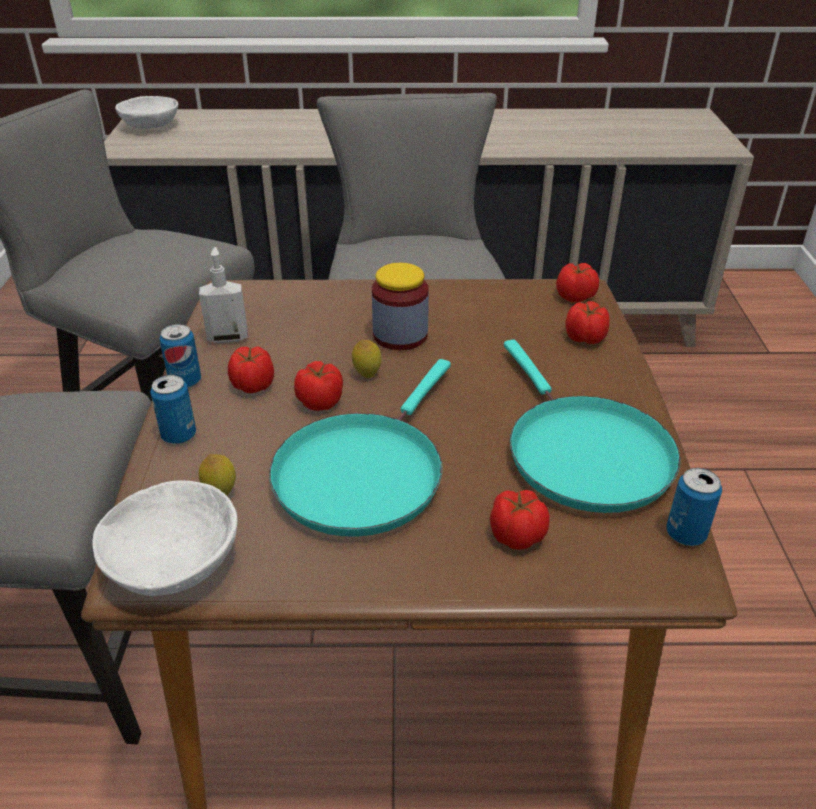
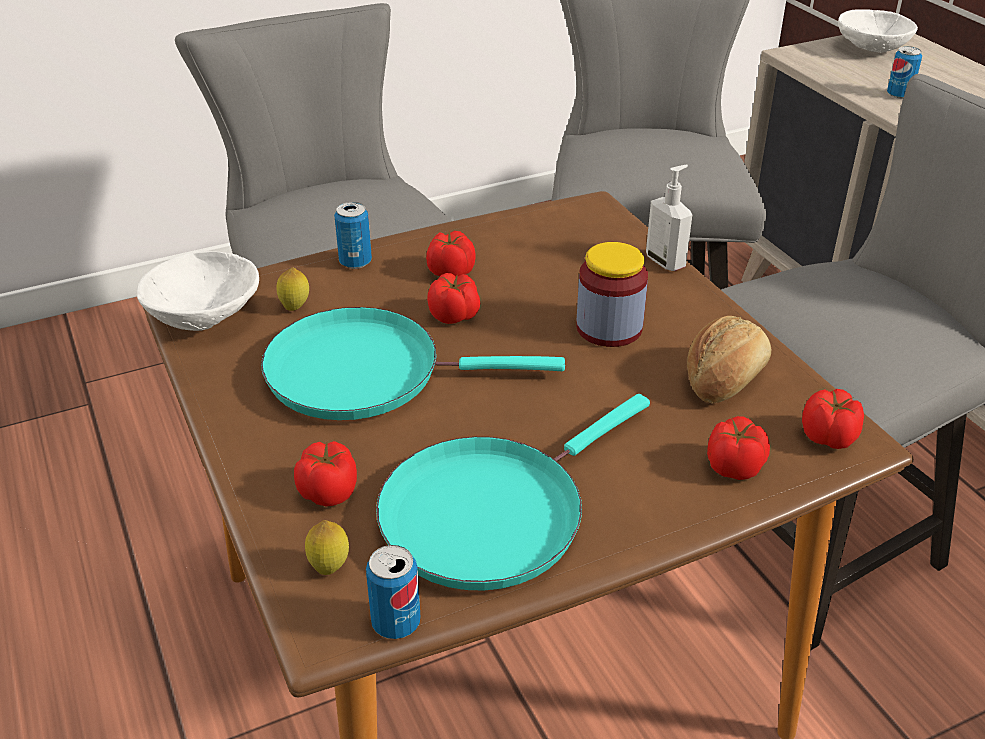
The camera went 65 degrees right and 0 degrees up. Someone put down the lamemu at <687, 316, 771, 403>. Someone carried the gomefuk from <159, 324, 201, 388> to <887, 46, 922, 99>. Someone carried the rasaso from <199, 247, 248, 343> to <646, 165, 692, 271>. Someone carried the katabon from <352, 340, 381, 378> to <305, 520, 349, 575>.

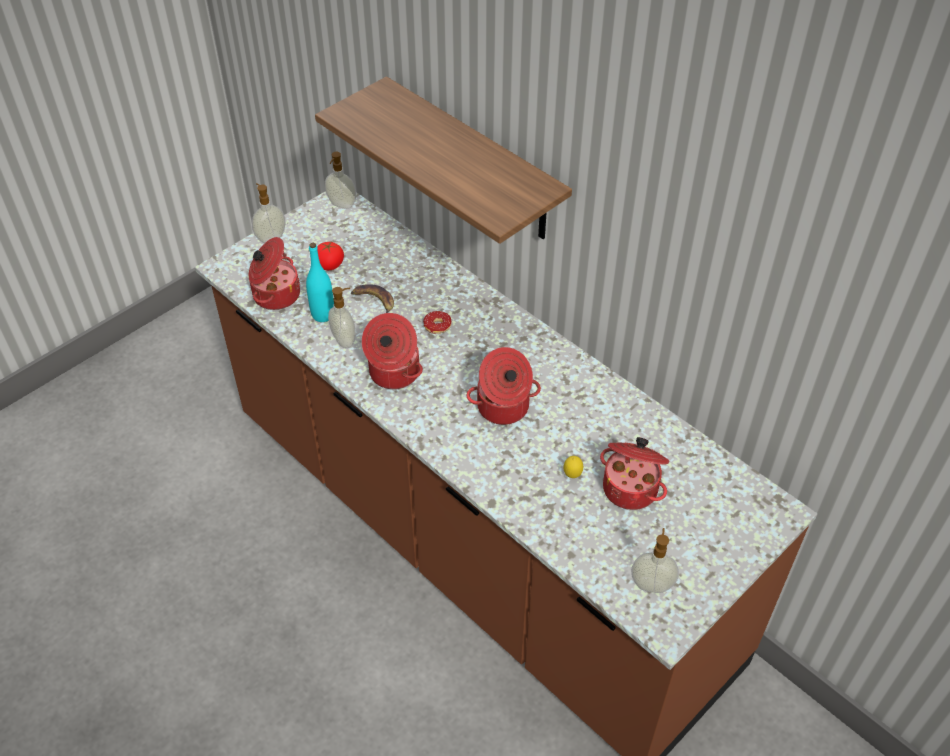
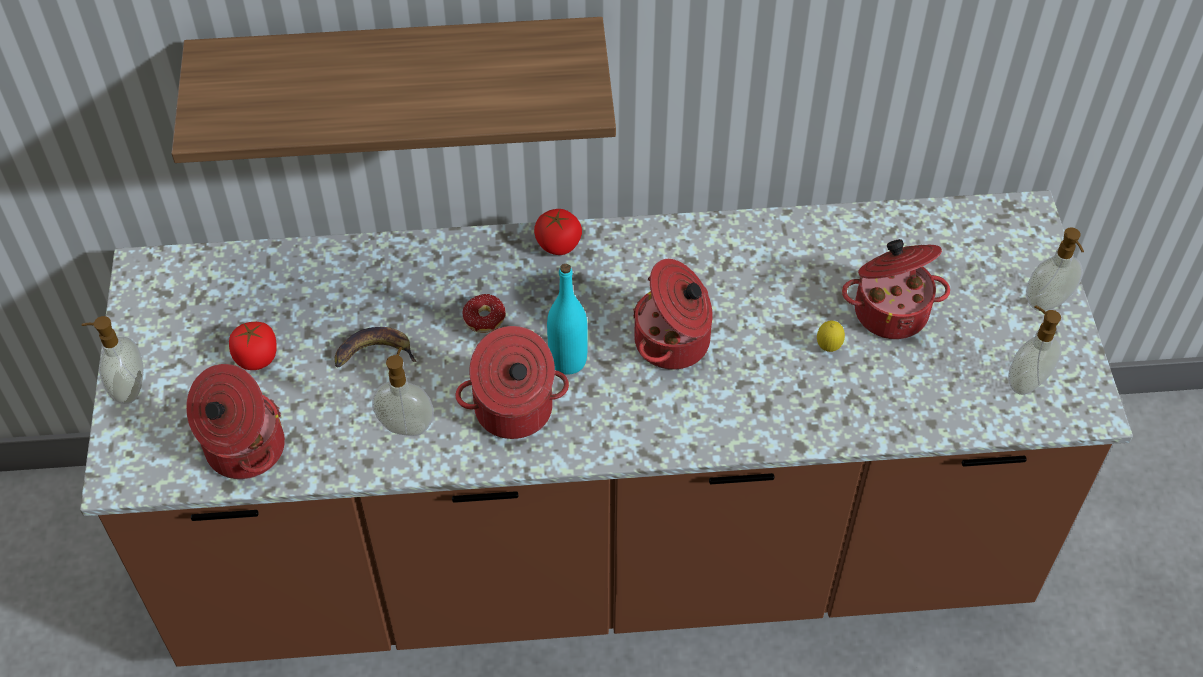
The camera went 50 degrees left and 5 degrees up. Someone put down the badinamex at <534, 209, 582, 255>. Someone carried the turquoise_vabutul from <306, 242, 334, 322> to <547, 264, 588, 375>. Someone carried the rasaso from <325, 152, 356, 209> to <1026, 227, 1084, 311>.

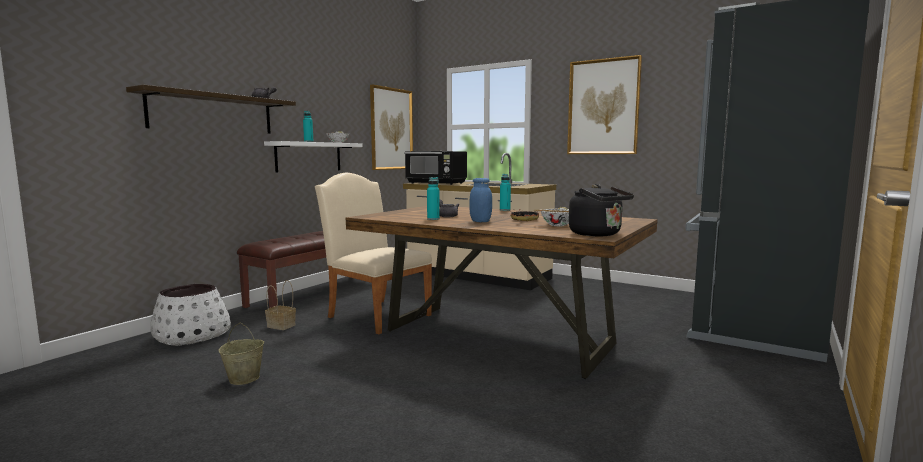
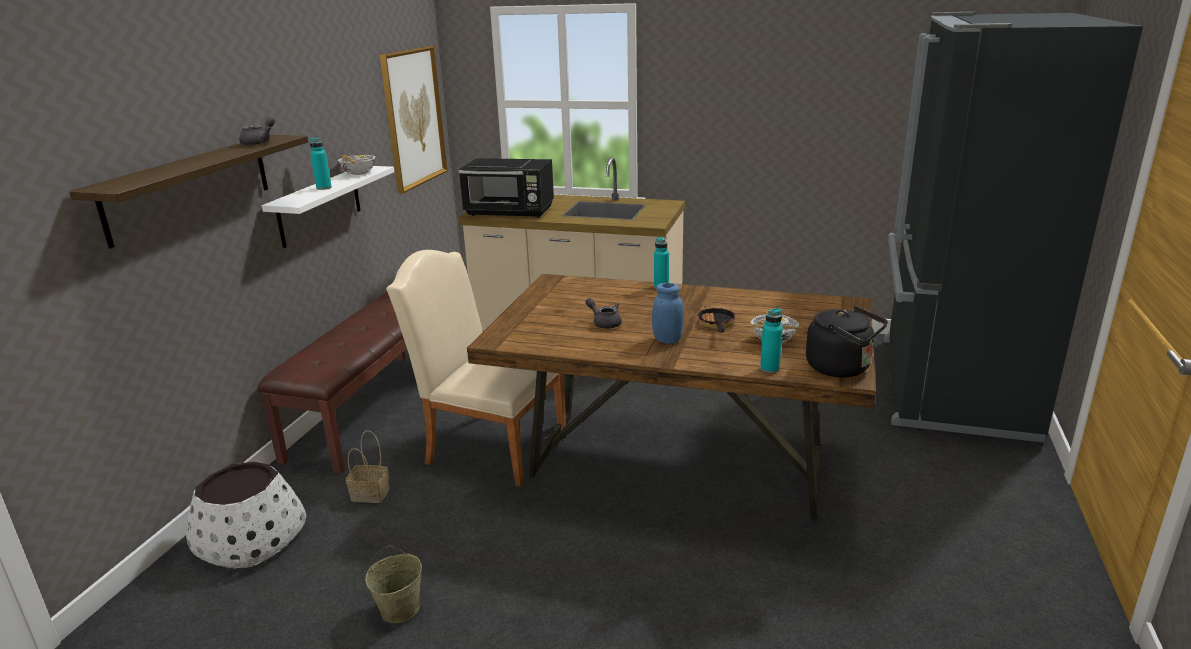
The camera went 15 degrees left and 15 degrees up. Someone took away the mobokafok at <567, 55, 642, 154>. Someone carried the turquoise_vabutul from <427, 177, 440, 220> to <760, 308, 783, 373>.

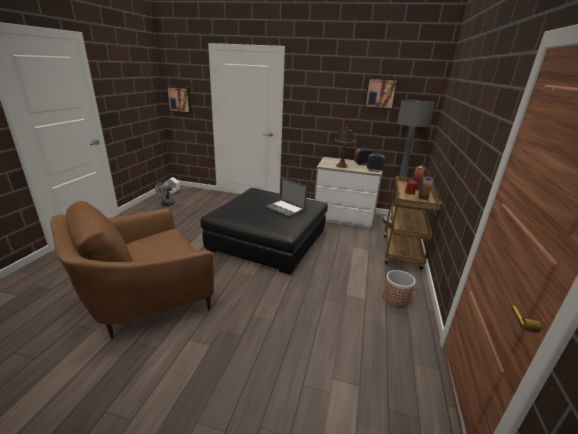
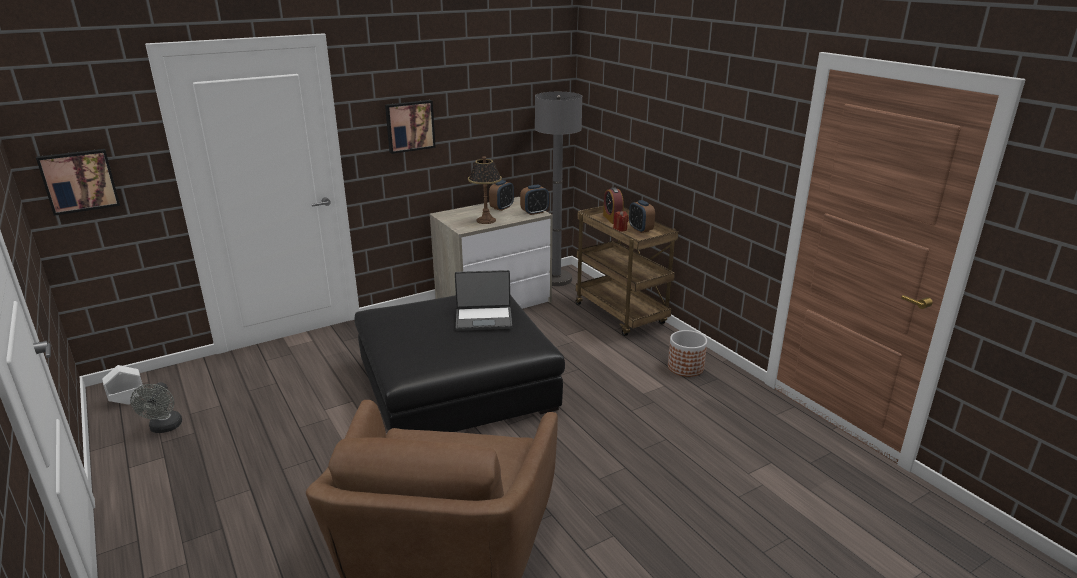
The camera went 45 degrees left and 0 degrees up. Someone carried the mobokafok from <365, 78, 398, 109> to <385, 100, 436, 154>.

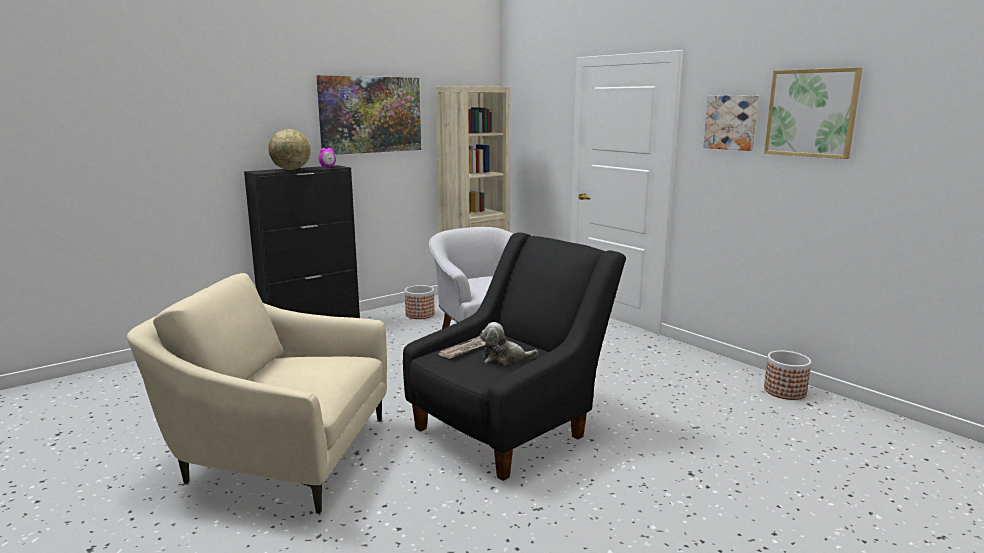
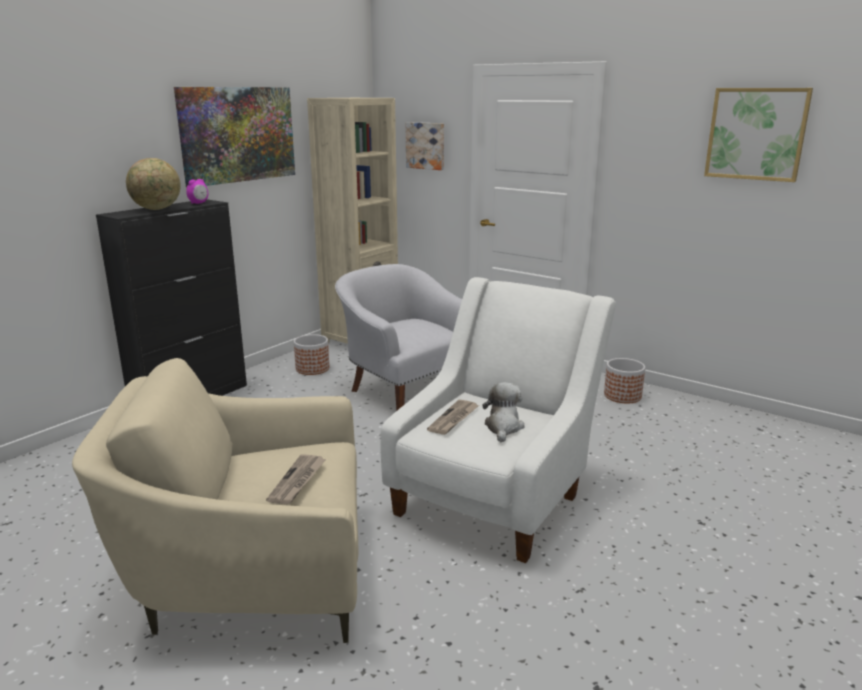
The camera went 15 degrees left and 5 degrees up. Someone put down the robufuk at <266, 455, 326, 504>. Someone carried the mobokafok from <703, 95, 759, 151> to <406, 122, 444, 170>. Someone carried the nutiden from <764, 351, 811, 400> to <604, 358, 645, 404>. Someone repainted the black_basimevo at <403, 232, 626, 481>, which became the white_basimevo at <380, 277, 616, 563>. Someone rotated the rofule at <480, 322, 538, 366> by 120 degrees clockwise.

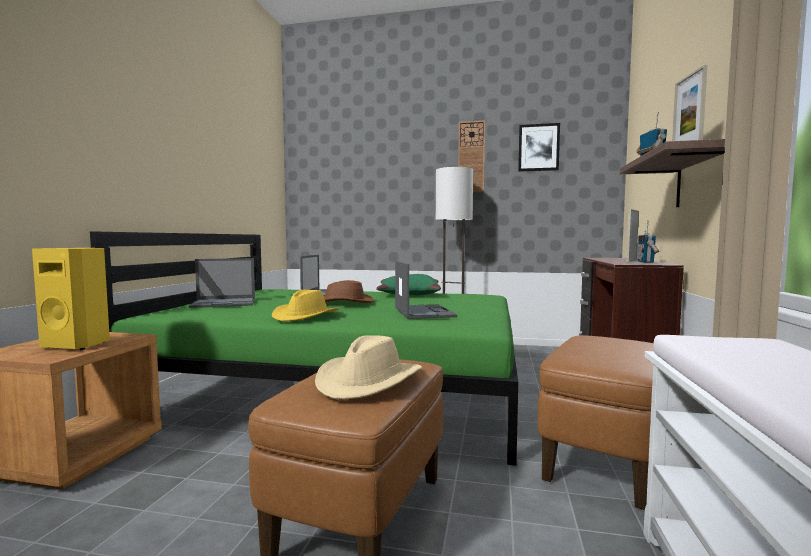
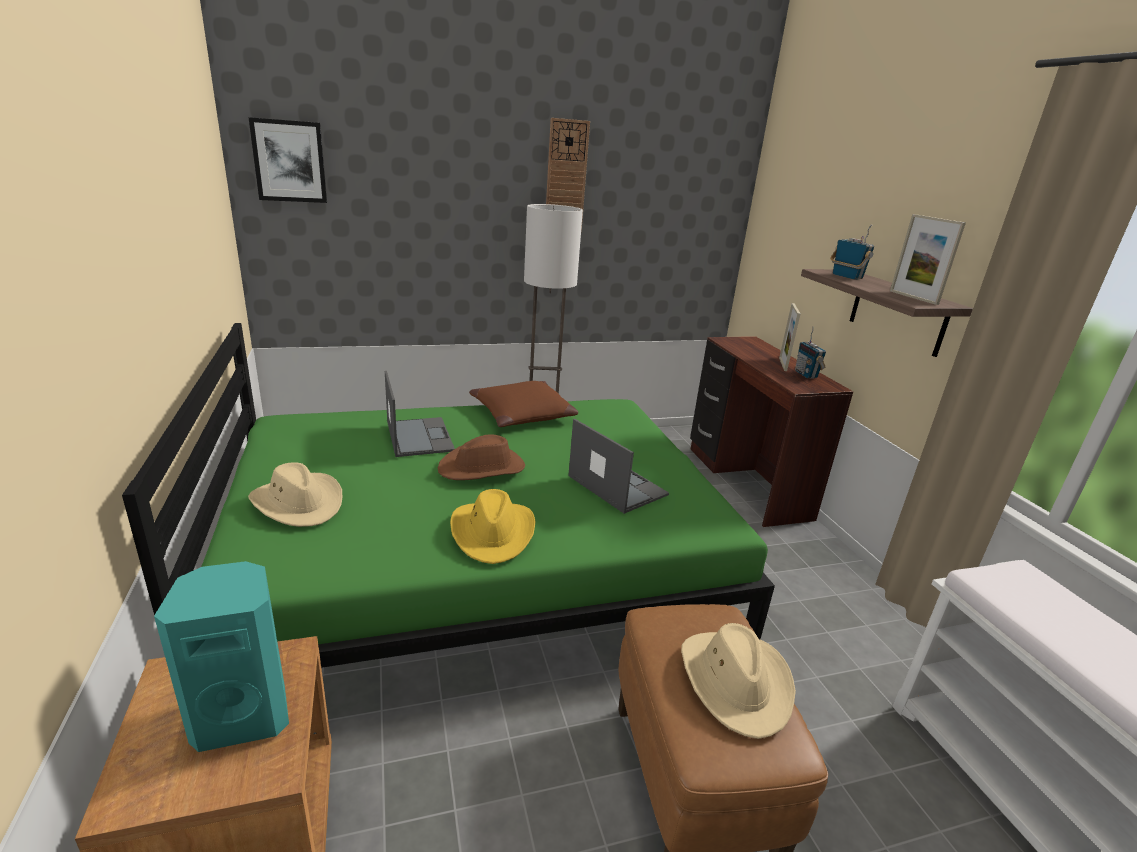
The camera went 30 degrees left and 20 degrees up. Someone took away the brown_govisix at <538, 335, 654, 510>. Someone carried the mobokafok from <518, 123, 560, 172> to <248, 117, 327, 203>. Someone swapped the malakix at <189, 258, 255, 308> for the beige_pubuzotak at <248, 462, 342, 527>. Someone repainted the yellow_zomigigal at <32, 248, 110, 350>, which became the turquoise_zomigigal at <154, 561, 289, 752>. Someone repainted the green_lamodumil at <376, 274, 441, 295>, which became the brown_lamodumil at <469, 381, 578, 427>.

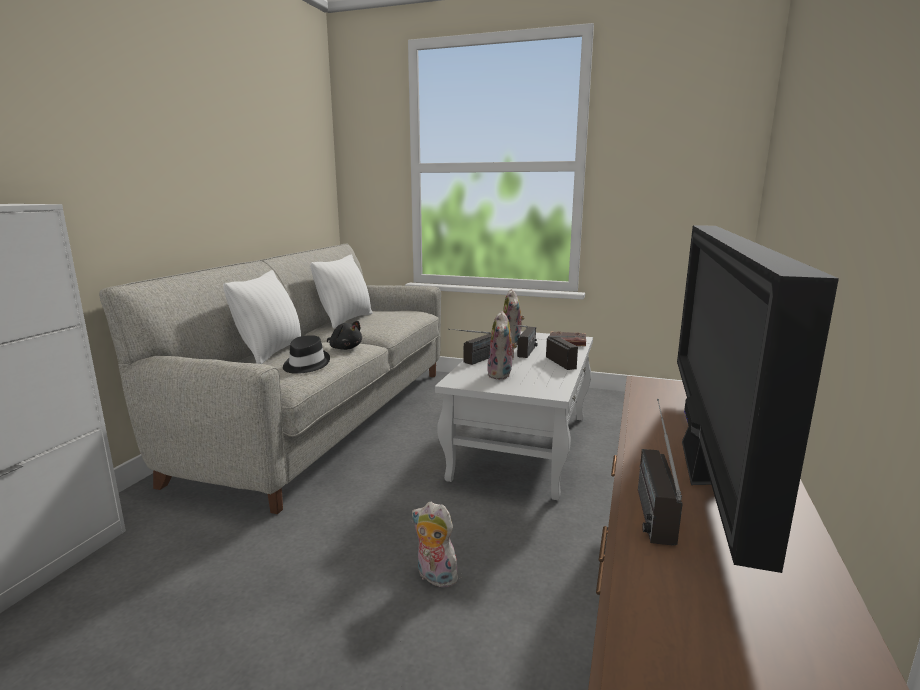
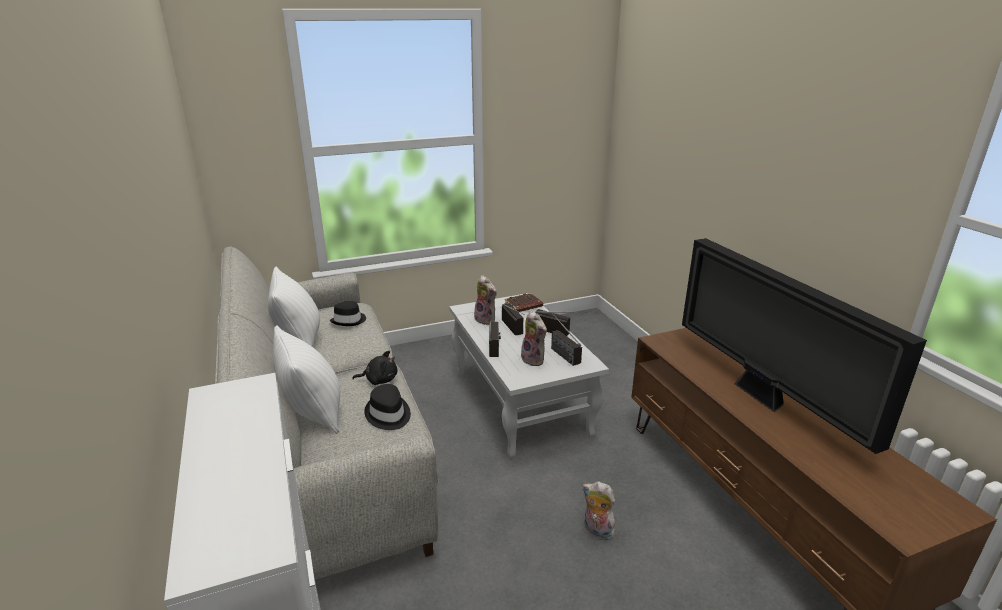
The camera went 40 degrees left and 10 degrees up. Someone put down the black_pubuzotak at <330, 301, 366, 326>. Someone carried the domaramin from <638, 399, 683, 545> to <550, 311, 582, 366>. Someone rotated the rofule at <412, 502, 458, 587> by 45 degrees clockwise.

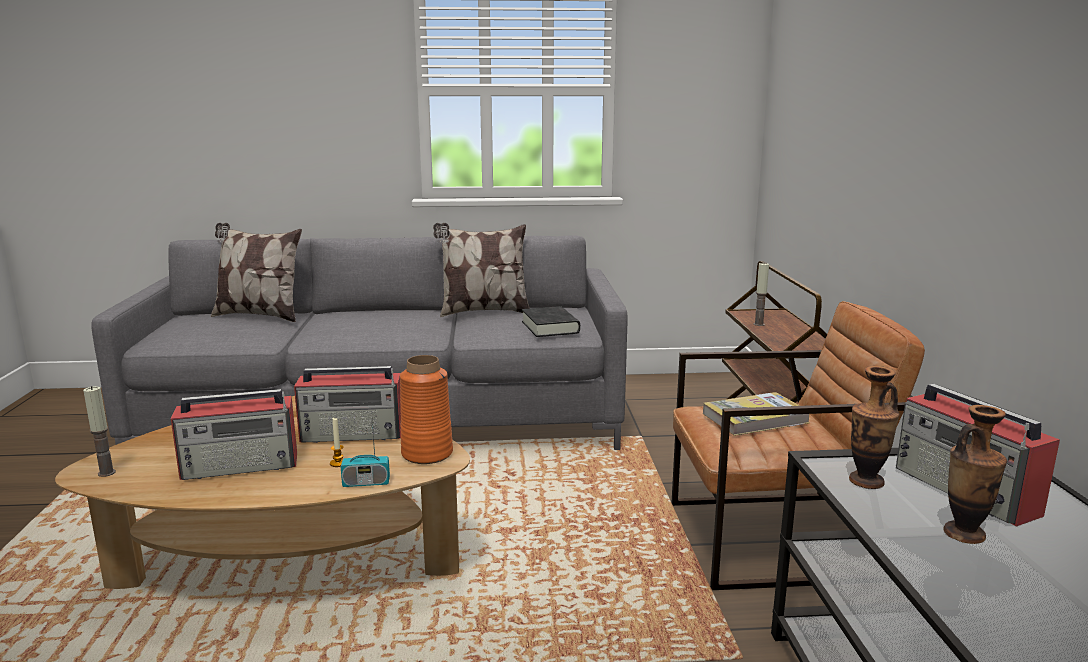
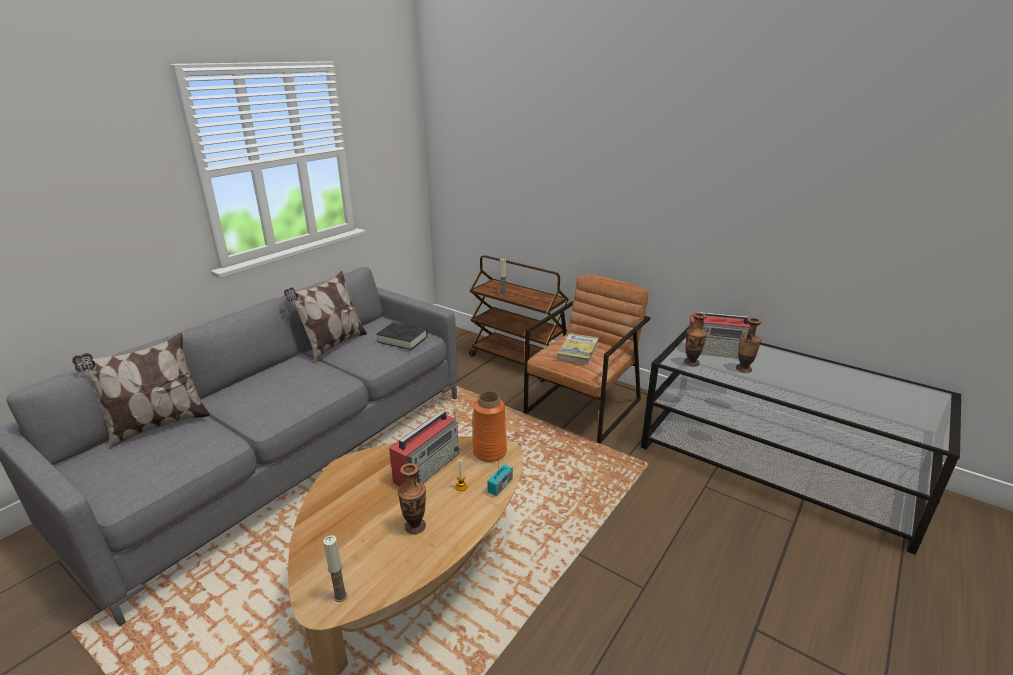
The camera went 50 degrees left and 10 degrees up. Someone swapped the domaramin at <171, 389, 297, 480> for the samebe at <398, 463, 426, 534>.

